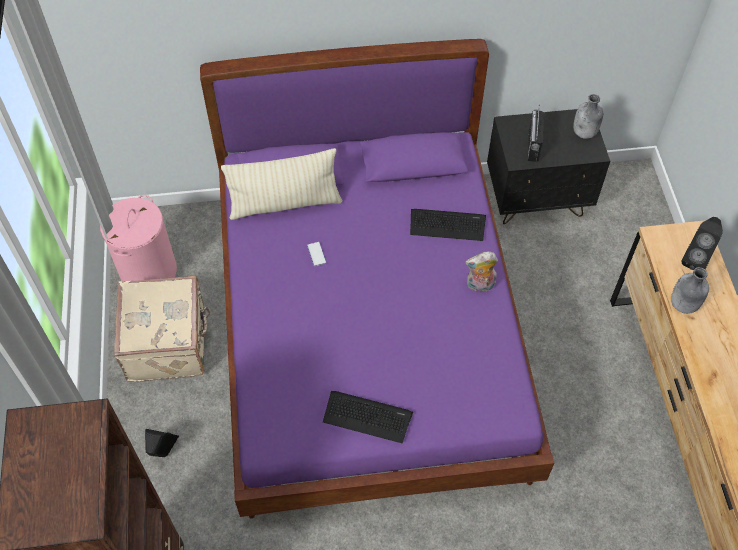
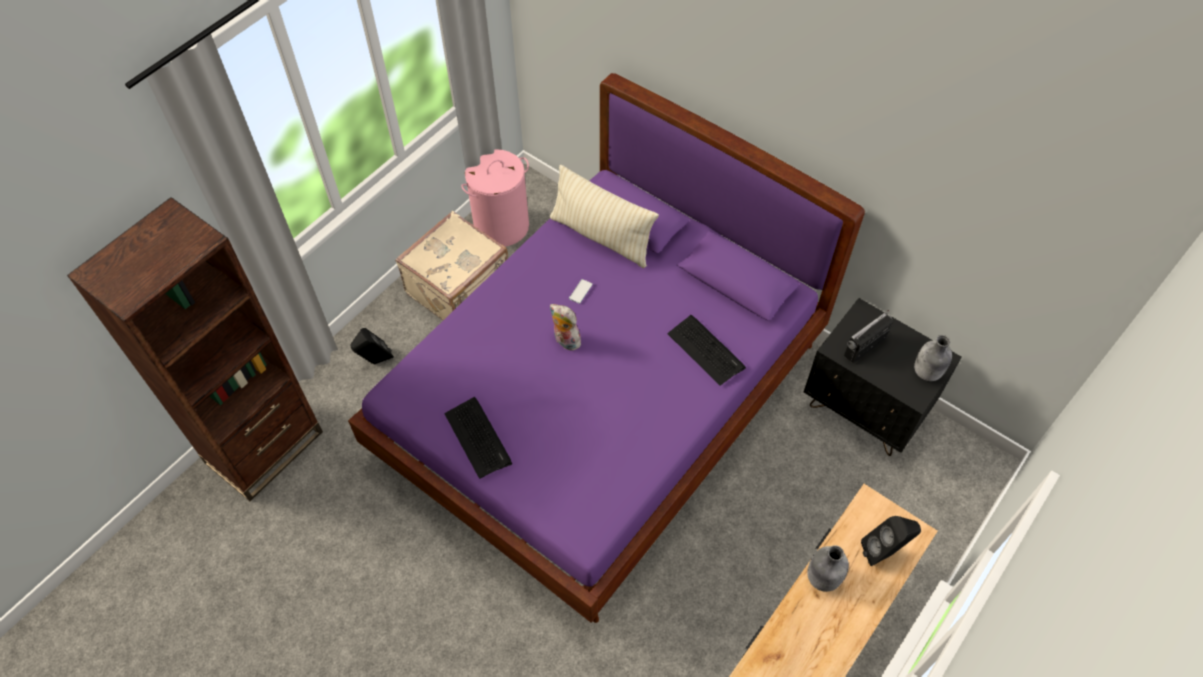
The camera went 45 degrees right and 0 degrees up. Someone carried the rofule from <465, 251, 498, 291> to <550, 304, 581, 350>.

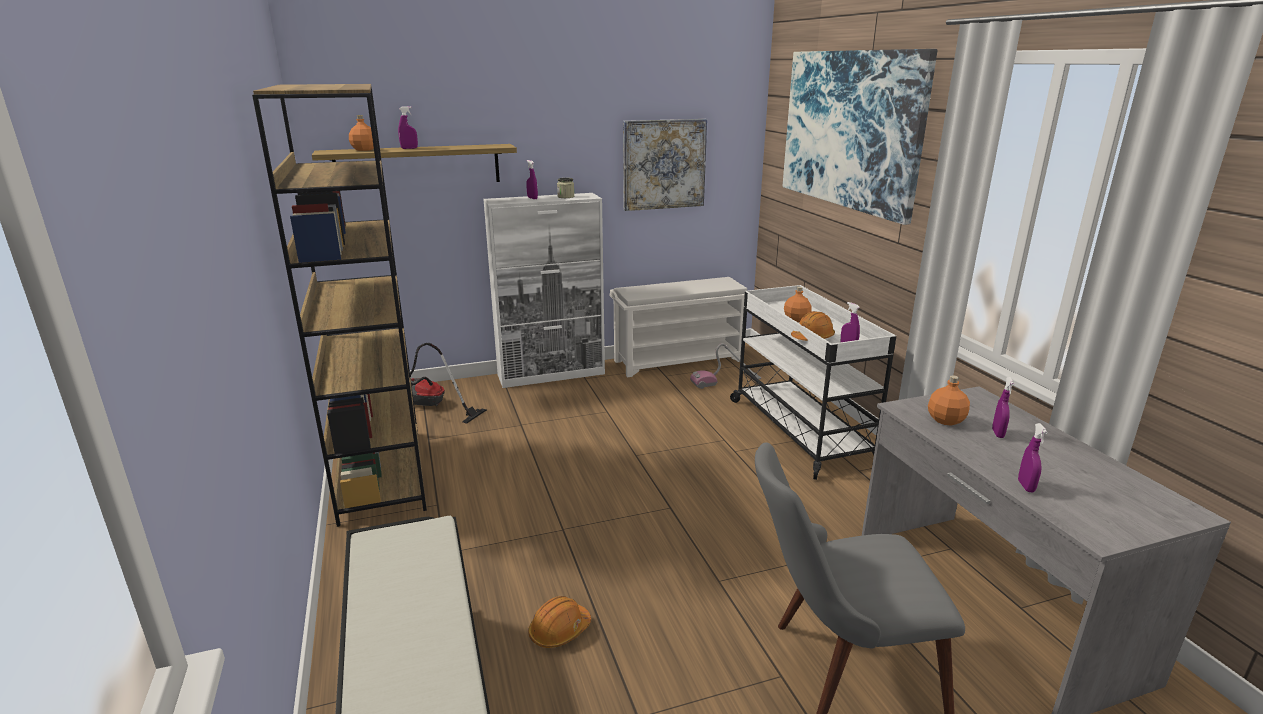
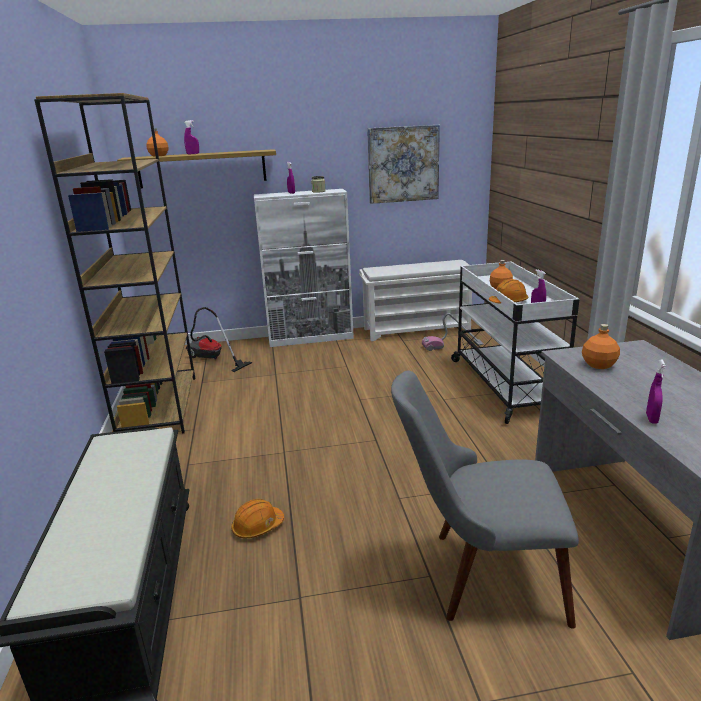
The camera went 10 degrees right and 0 degrees up. Someone took away the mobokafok at <783, 49, 938, 225>. Someone took away the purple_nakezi at <992, 377, 1014, 438>.

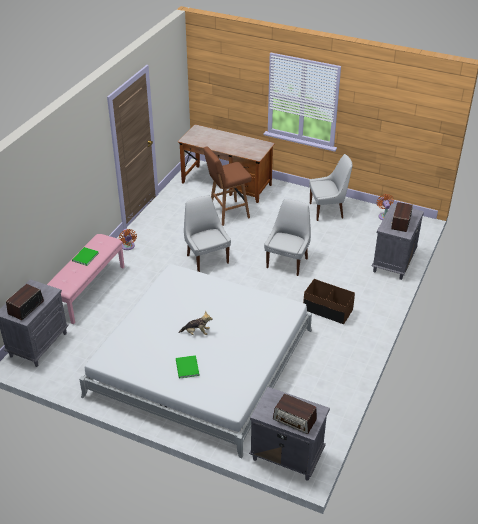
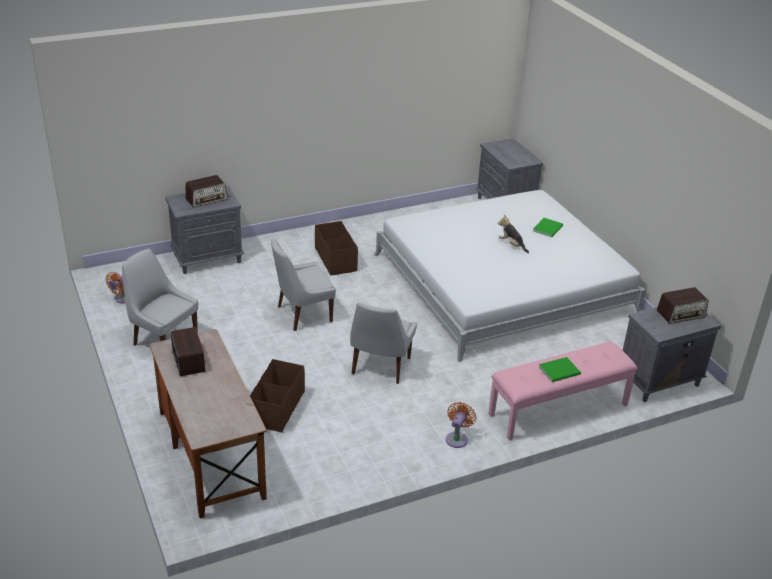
The camera went 140 degrees left and 5 degrees down. Someone carried the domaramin from <273, 394, 317, 434> to <171, 327, 206, 376>. Someone swapped the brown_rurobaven at <203, 147, 252, 226> for the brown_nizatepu at <250, 359, 305, 432>.

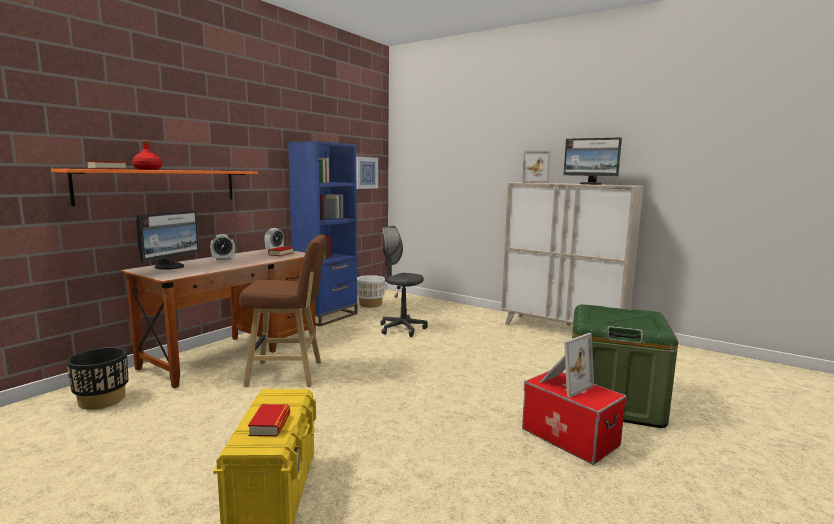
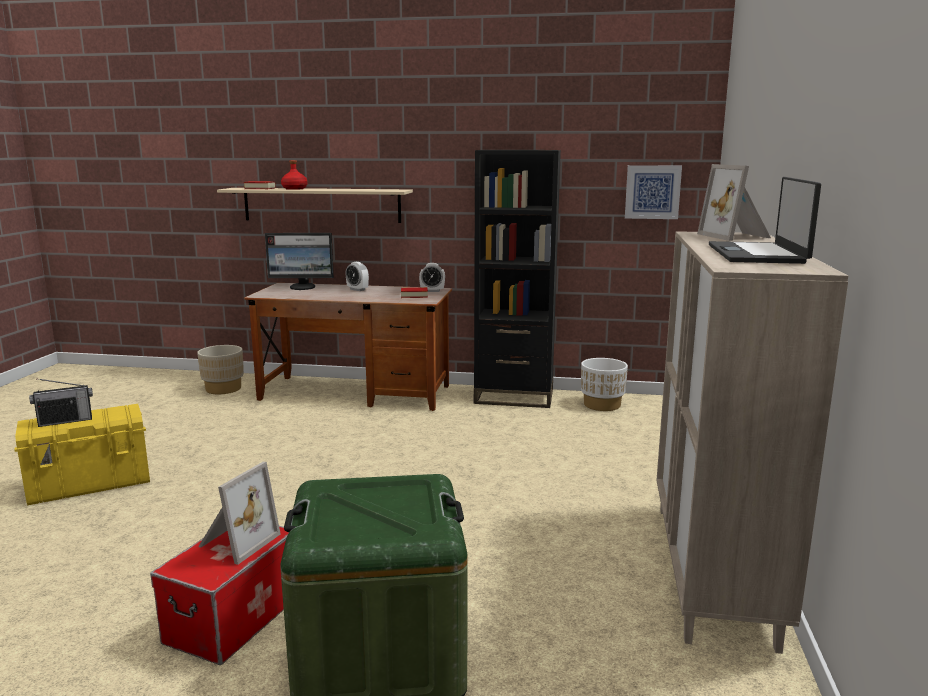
The camera went 65 degrees right and 5 degrees up. Someone took away the brown_rurobaven at <239, 235, 327, 387>. Someone took away the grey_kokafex at <380, 226, 428, 337>. Someone swapped the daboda at <248, 404, 290, 437> for the domaramin at <29, 378, 93, 427>. Someone swapped the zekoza at <563, 137, 622, 185> for the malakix at <709, 177, 821, 264>. Someone repainted the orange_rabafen at <51, 169, 258, 206>, which became the beige_rabafen at <217, 188, 413, 223>. Someone repainted the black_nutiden at <67, 347, 128, 410>, which became the beige_nutiden at <197, 345, 244, 394>. Someone repainted the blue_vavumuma at <288, 141, 357, 326>, which became the black_vavumuma at <474, 150, 561, 408>. Someone rotated the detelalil at <540, 333, 594, 398> by 90 degrees counterclockwise.

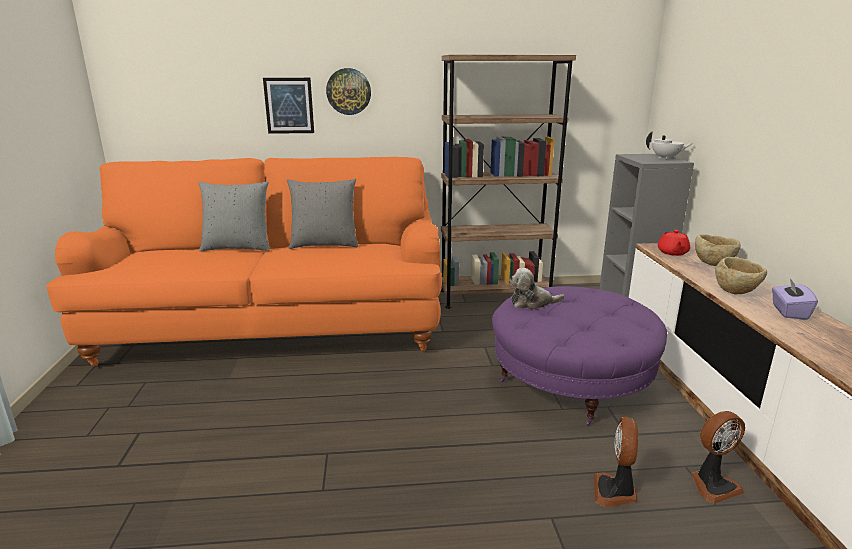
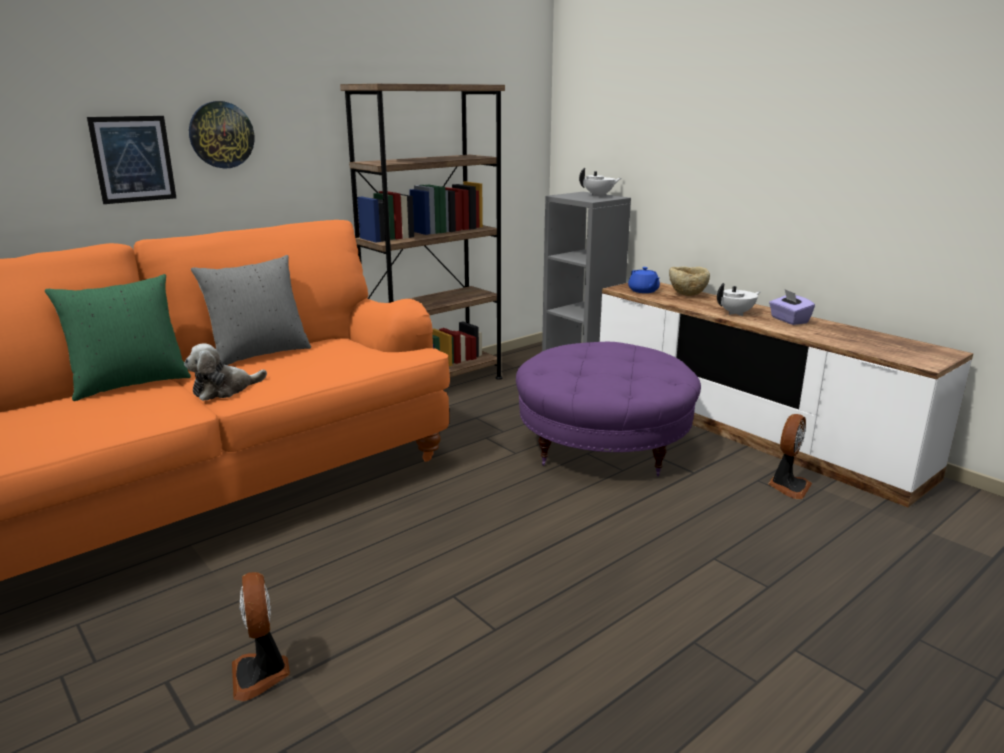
The camera went 35 degrees left and 0 degrees up. Someone carried the rofule from <509, 268, 565, 310> to <184, 343, 267, 401>. Someone carried the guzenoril from <594, 417, 638, 507> to <232, 572, 290, 701>. Someone swapped the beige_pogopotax at <715, 257, 767, 294> for the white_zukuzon at <717, 283, 761, 316>. Someone repainted the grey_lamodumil at <198, 181, 270, 252>, which became the green_lamodumil at <45, 274, 191, 401>. Someone repainted the red_zukuzon at <658, 230, 690, 256>, which became the blue_zukuzon at <628, 267, 660, 293>.

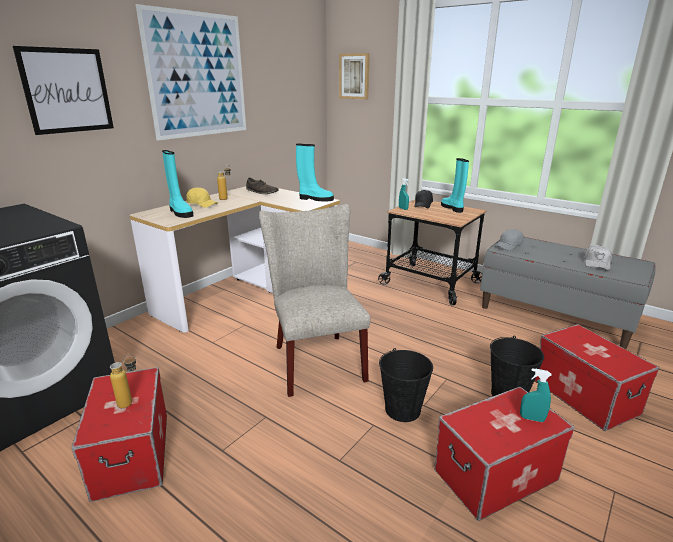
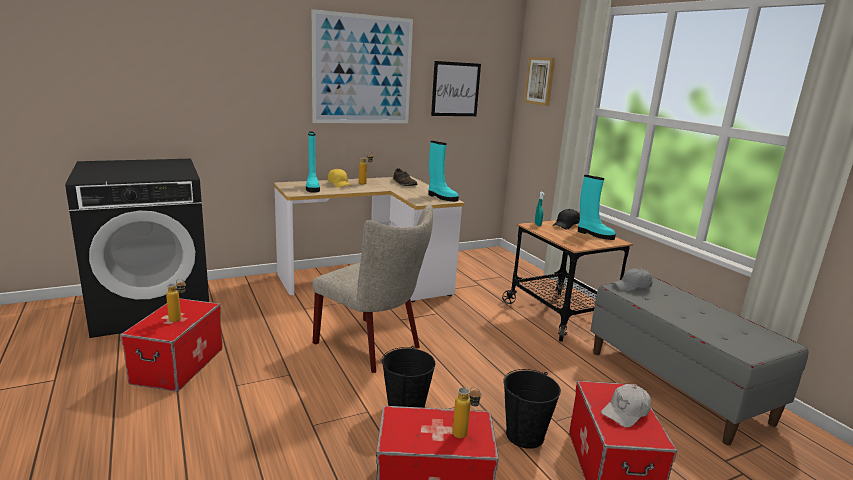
The camera went 25 degrees right and 5 degrees down. Someone carried the mobokafok from <13, 46, 114, 135> to <431, 61, 481, 116>. Someone carried the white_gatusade from <584, 245, 612, 270> to <601, 384, 651, 428>. Someone swapped the turquoise_nakezi at <520, 368, 552, 422> for the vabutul at <452, 386, 481, 438>. Someone rotated the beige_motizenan at <259, 204, 370, 397> by 120 degrees clockwise. Someone rotated the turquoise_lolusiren at <441, 158, 469, 213> by 120 degrees clockwise.

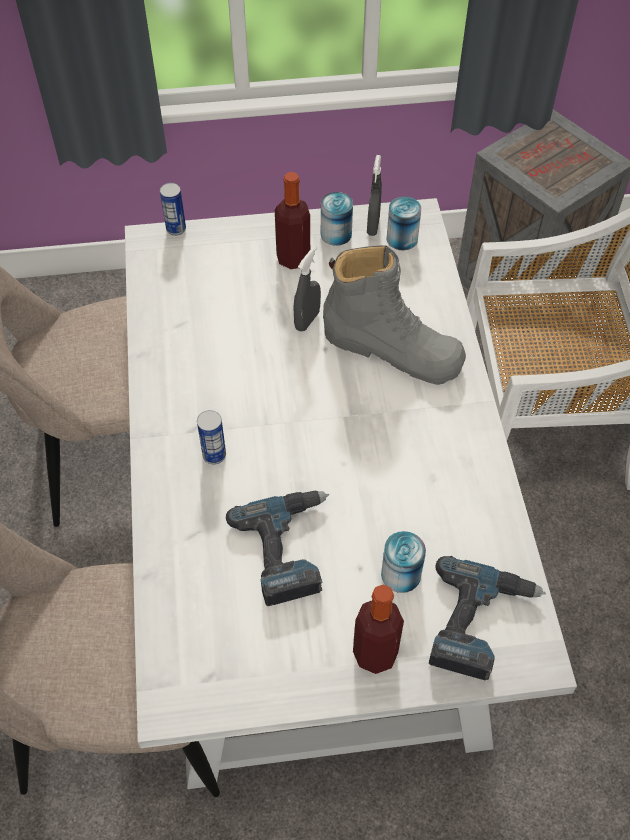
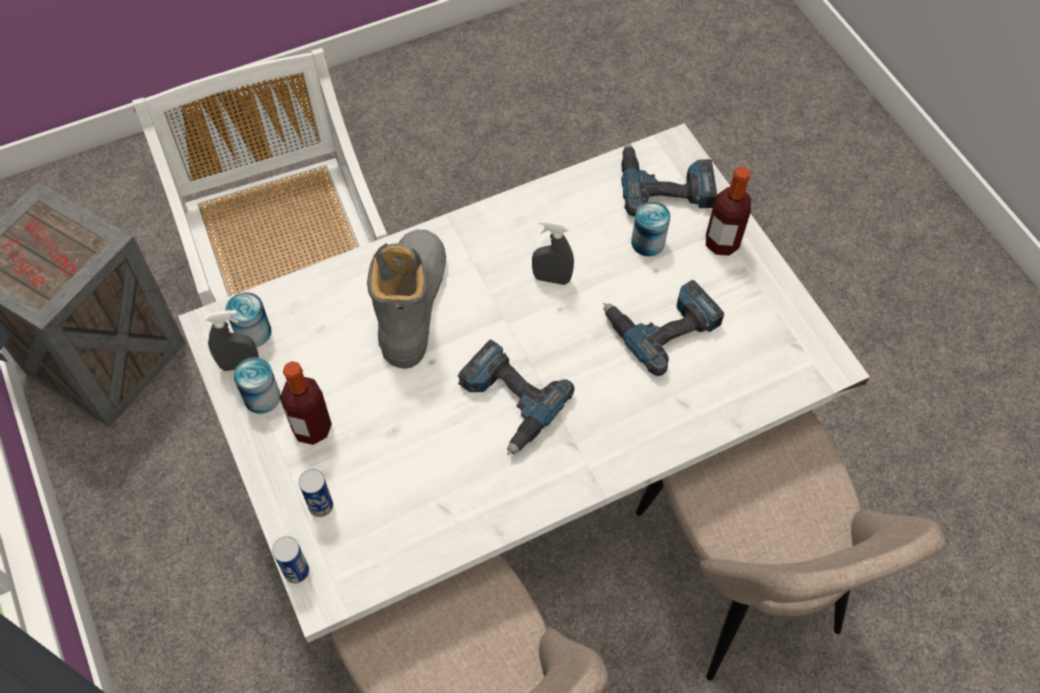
The camera went 110 degrees left and 5 degrees up. Someone put down the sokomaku at <458, 340, 574, 455>. Someone carried the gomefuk from <197, 410, 226, 464> to <299, 469, 333, 517>. Someone carried the grey_nakezi from <293, 246, 321, 332> to <532, 220, 574, 285>.

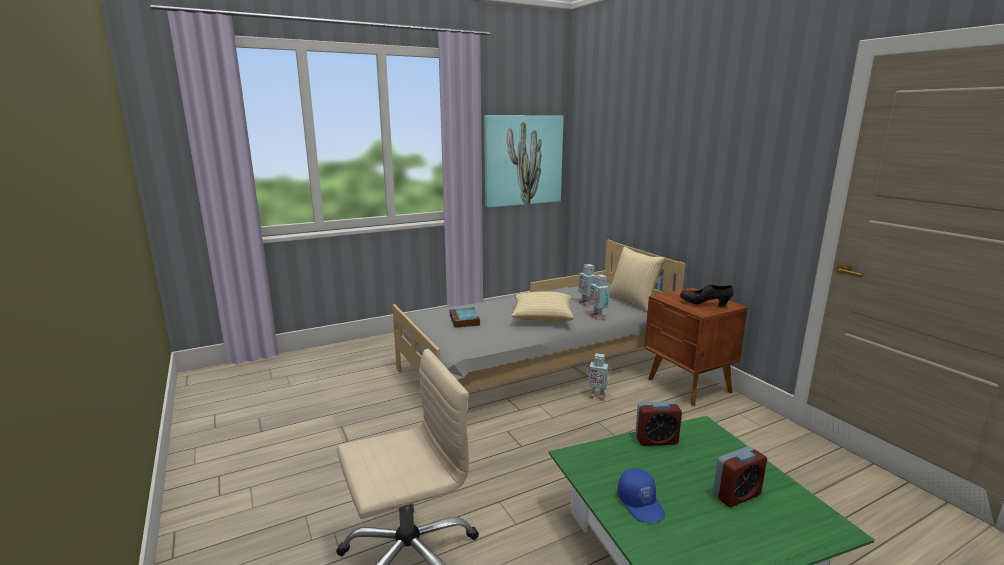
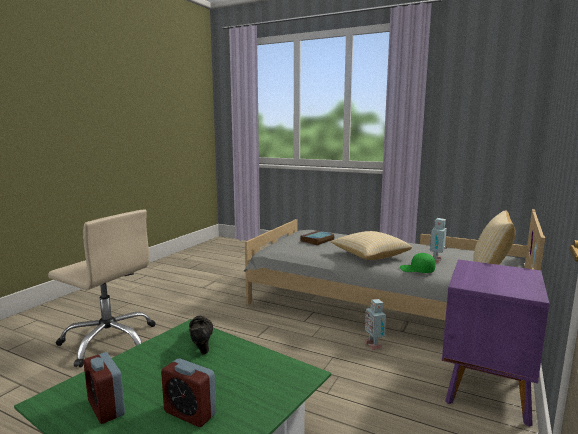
The camera went 55 degrees right and 5 degrees down. Someone took away the mobokafok at <484, 115, 564, 208>. Someone took away the blue_gatusade at <618, 468, 665, 523>. Someone carried the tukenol from <635, 401, 682, 446> to <83, 352, 125, 424>. Someone carried the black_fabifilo from <680, 285, 733, 307> to <189, 316, 213, 355>. Someone swapped the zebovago at <589, 274, 610, 320> for the green_gatusade at <400, 253, 435, 273>. Someone repainted the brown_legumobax at <644, 287, 748, 406>, which became the purple_legumobax at <442, 259, 550, 427>.

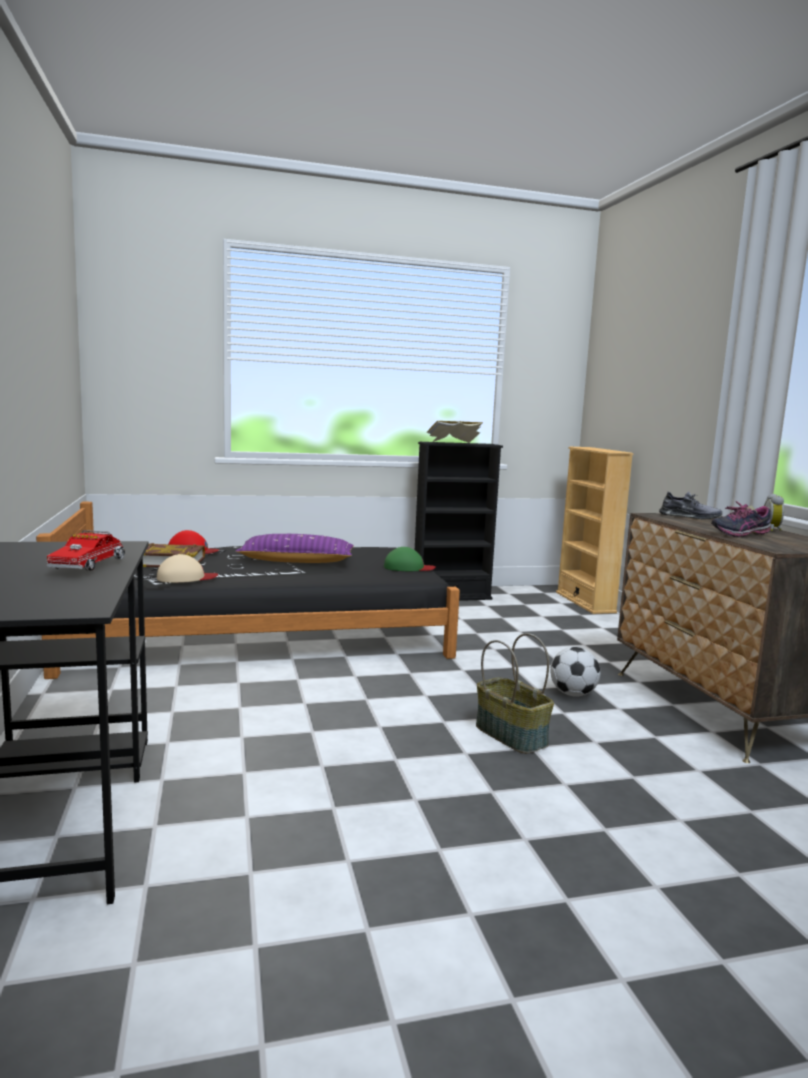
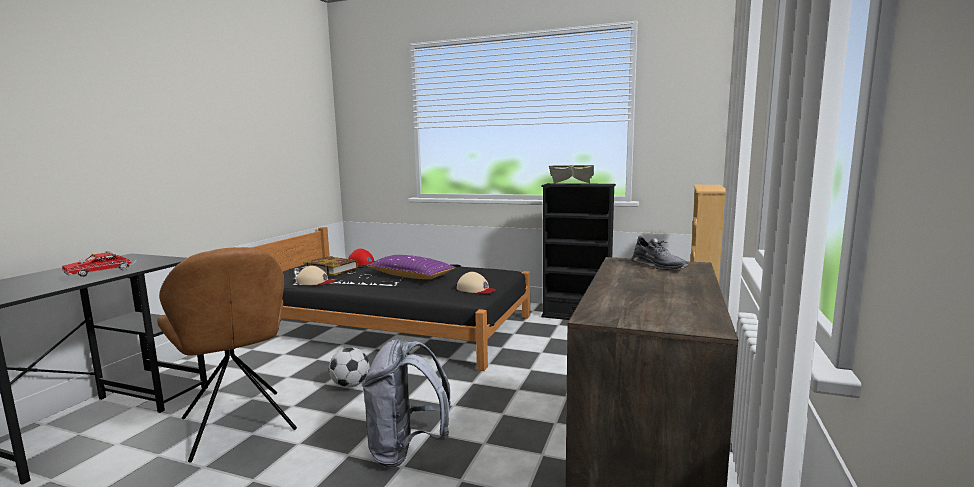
The camera went 35 degrees right and 0 degrees up. Someone took away the fabifilo at <711, 501, 771, 537>. Someone took away the tukenol at <764, 494, 784, 531>. Someone put down the brown_motizenan at <157, 247, 297, 463>. Someone carried the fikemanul from <550, 647, 600, 697> to <329, 347, 370, 388>. Someone swapped the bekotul at <476, 633, 554, 754> for the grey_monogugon at <362, 339, 451, 468>. Someone repainted the green_gatusade at <384, 547, 436, 571>, which became the beige_gatusade at <457, 272, 496, 294>.

